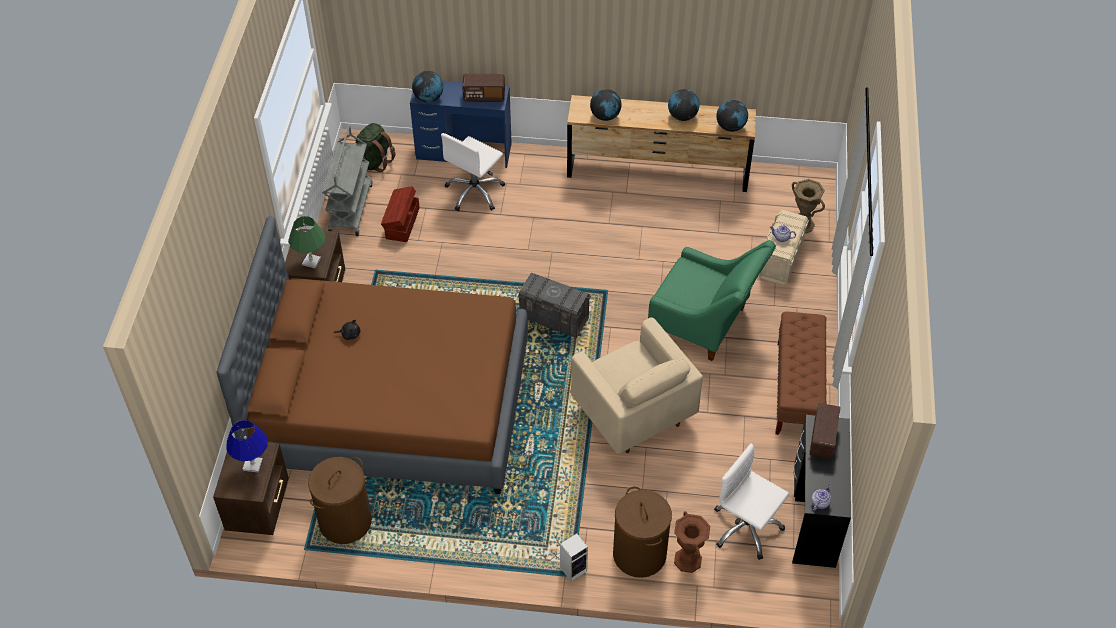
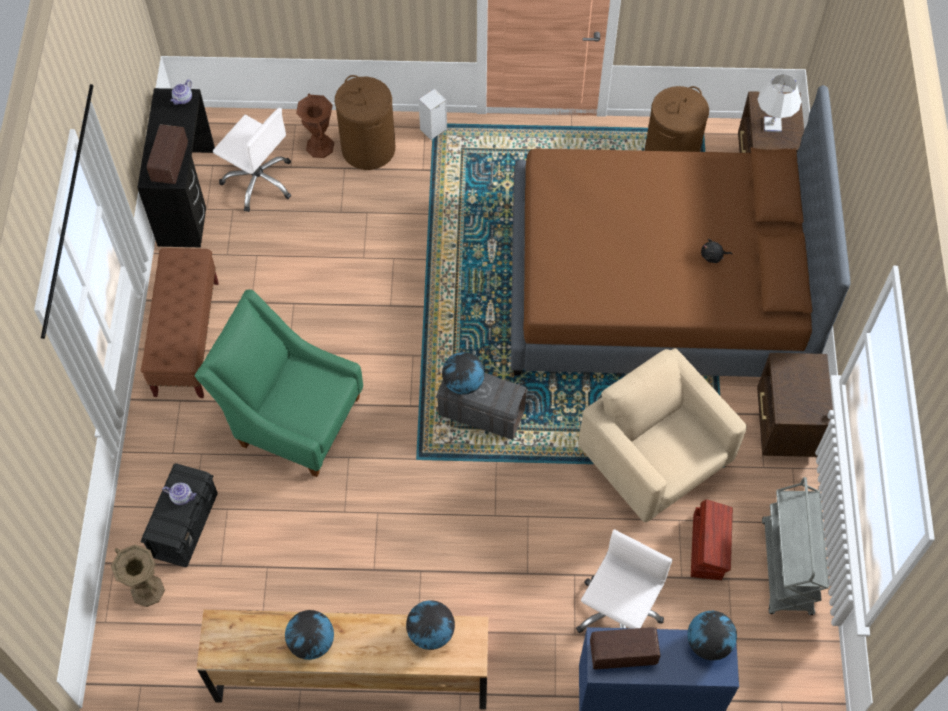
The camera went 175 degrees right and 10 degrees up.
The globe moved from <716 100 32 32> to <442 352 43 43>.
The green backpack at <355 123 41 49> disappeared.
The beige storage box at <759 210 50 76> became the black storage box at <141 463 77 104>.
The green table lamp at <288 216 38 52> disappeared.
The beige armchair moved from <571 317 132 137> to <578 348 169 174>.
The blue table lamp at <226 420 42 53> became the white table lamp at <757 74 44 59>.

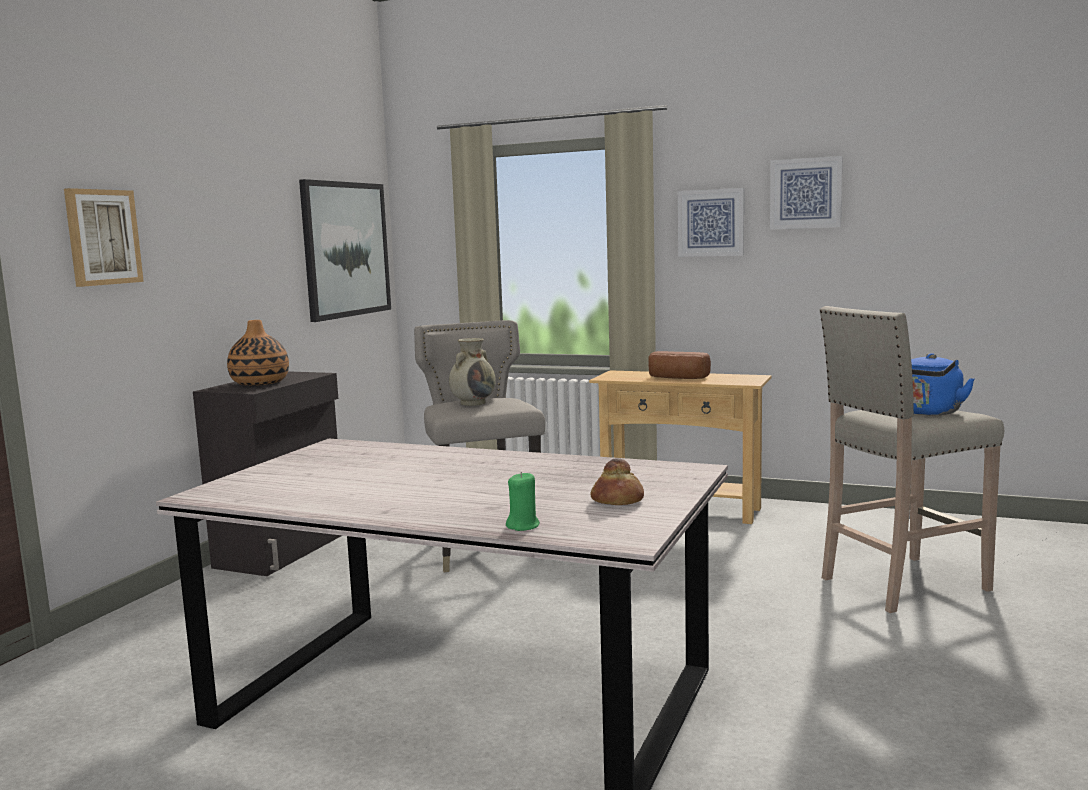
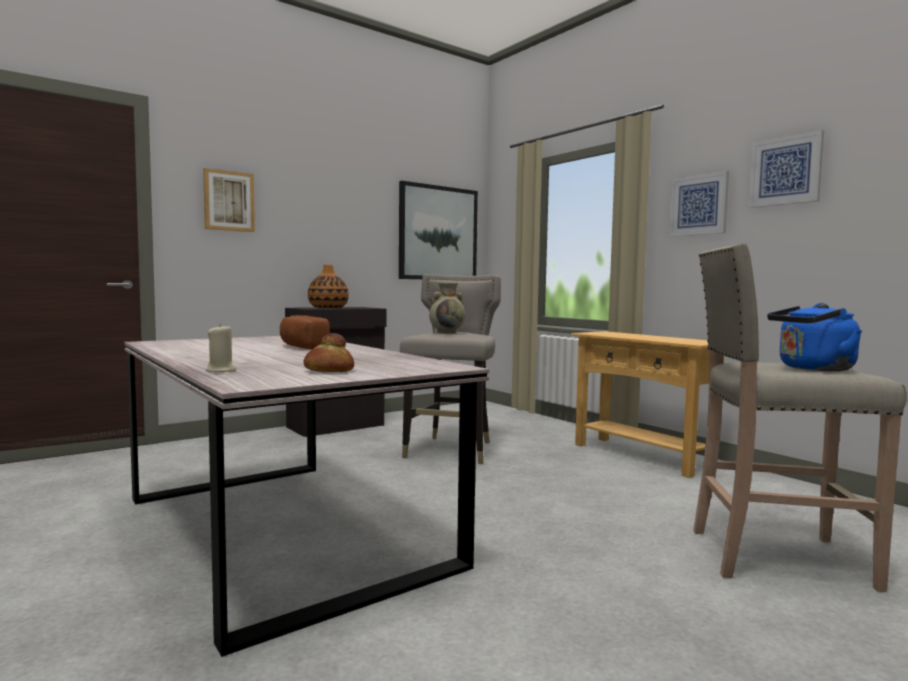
The camera went 30 degrees right and 5 degrees down.
The bread moved from <648 351 63 28> to <280 315 50 34>.
The green candle at <506 472 34 59> became the beige candle at <206 324 31 48>.

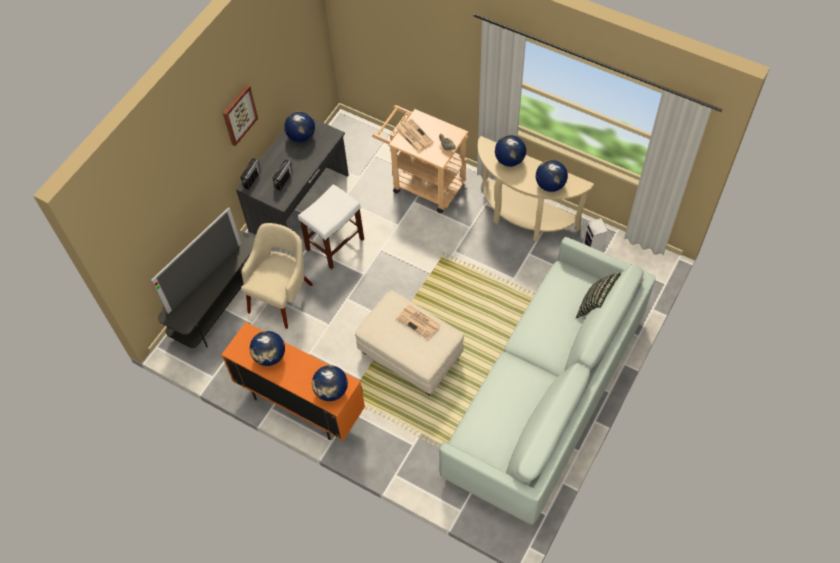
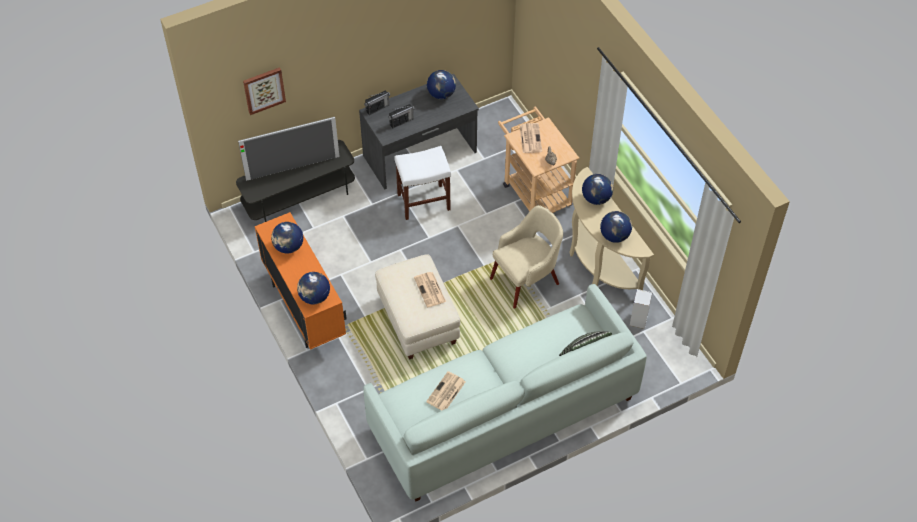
The camera went 30 degrees right and 5 degrees down.
The picture moved from <223 85 35 61> to <243 67 43 48>.
The beige armchair moved from <241 223 72 106> to <490 205 73 104>.
The newspaper at <426 371 40 39> appeared.

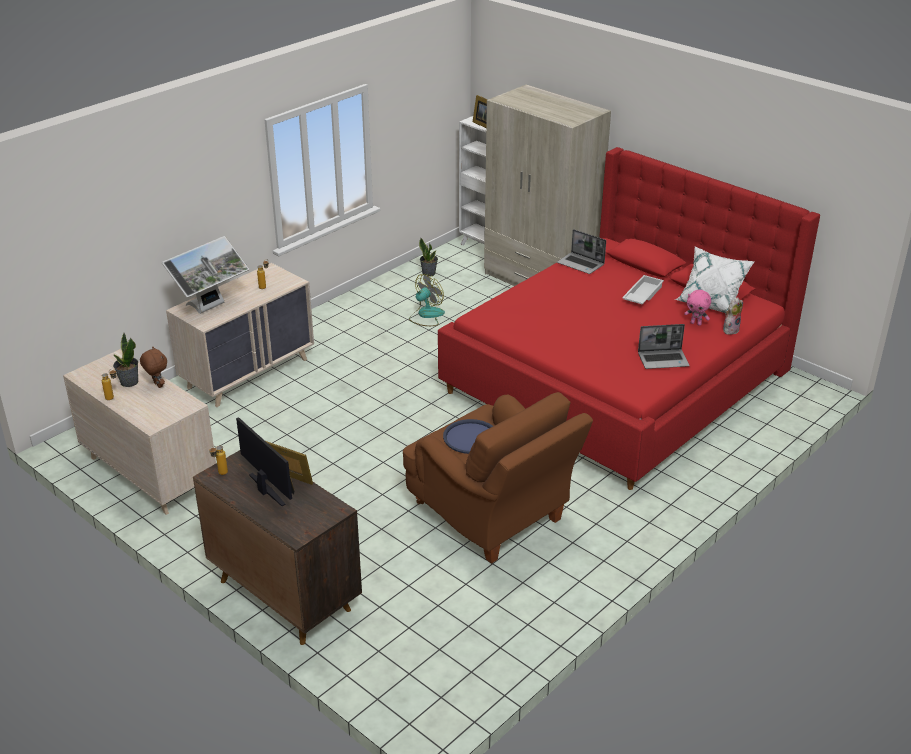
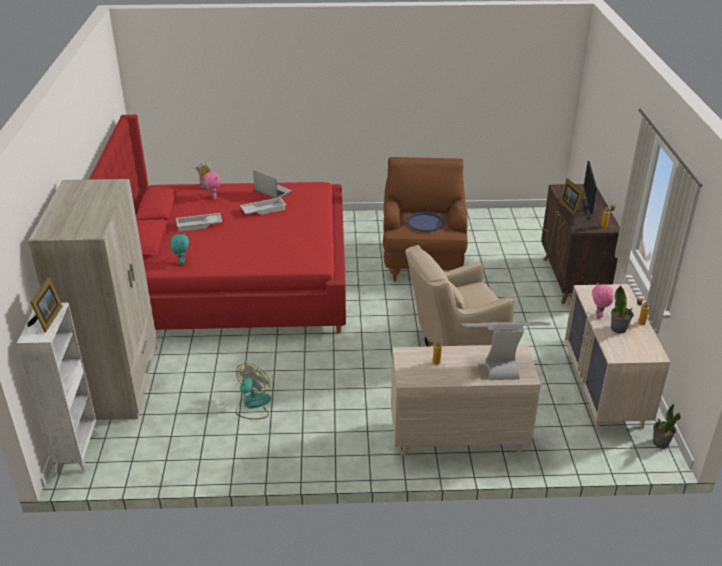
The camera went 135 degrees left and 0 degrees up.
The laptop at <557 229 49 45> was replaced by the turquoise plush toy at <170 233 19 32>.
The potted plant moved from <419 238 19 39> to <653 403 28 46>.
The white pillow at <675 246 80 67> disappeared.
The fan at <409 274 36 52> turned 120 degrees clockwise.
The brown plush toy at <140 347 27 41> became the pink plush toy at <592 283 21 36>.
The white tray at <240 197 46 18> appeared.
The beige armchair at <405 245 109 102> appeared.

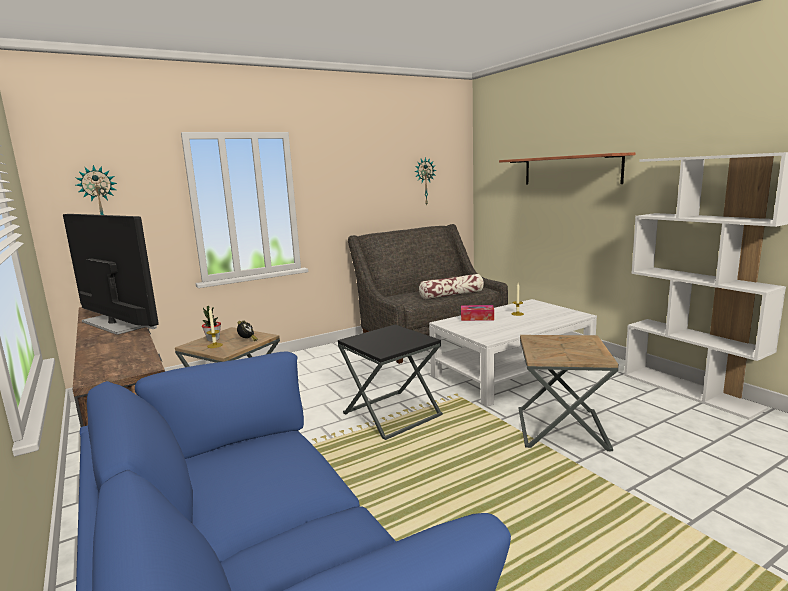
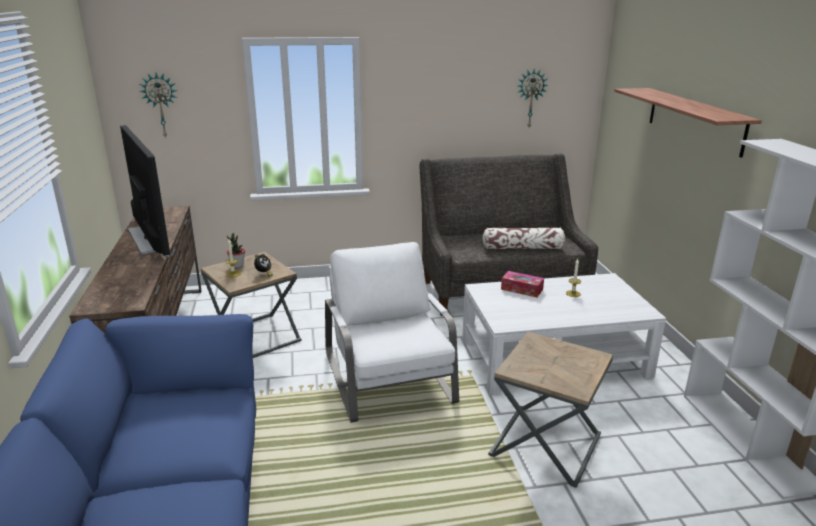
The camera went 20 degrees right and 10 degrees up.
The black side table at <338 325 105 115> was replaced by the white armchair at <325 242 134 181>.

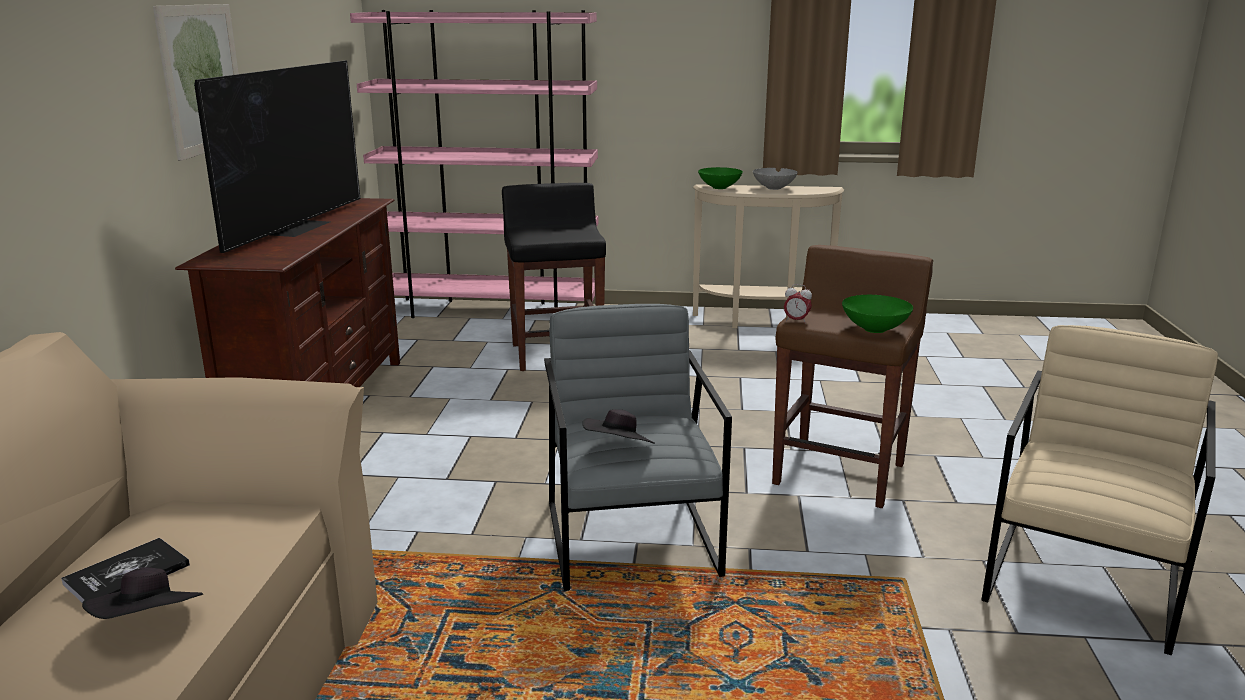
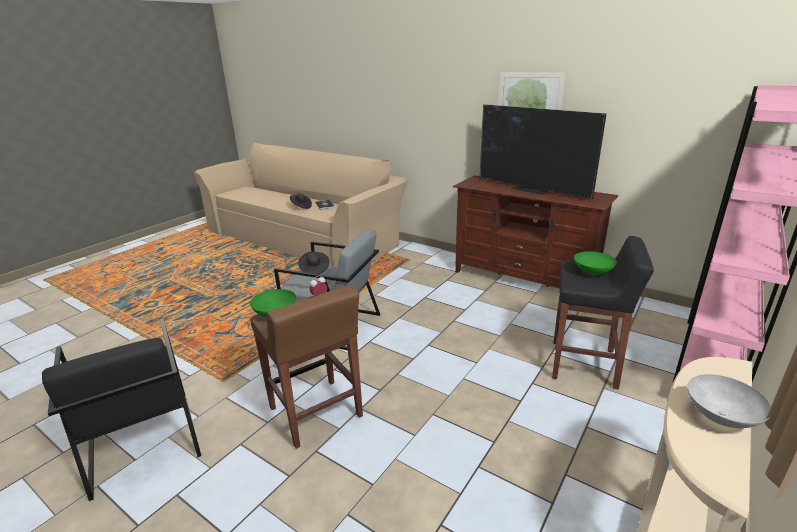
The camera went 120 degrees right and 5 degrees up.
The green bowl moved from <698 167 45 22> to <574 251 43 25>.
The beige armchair at <981 325 237 331> became the black armchair at <42 319 159 182>.

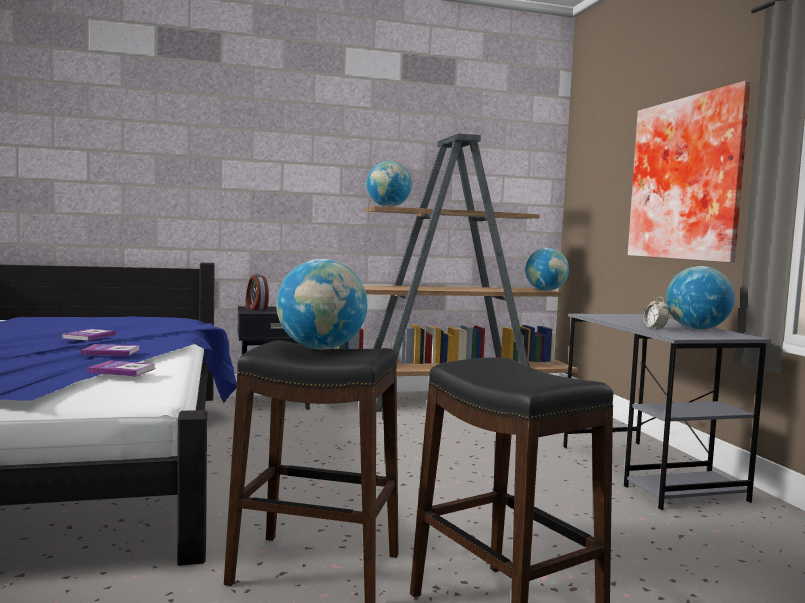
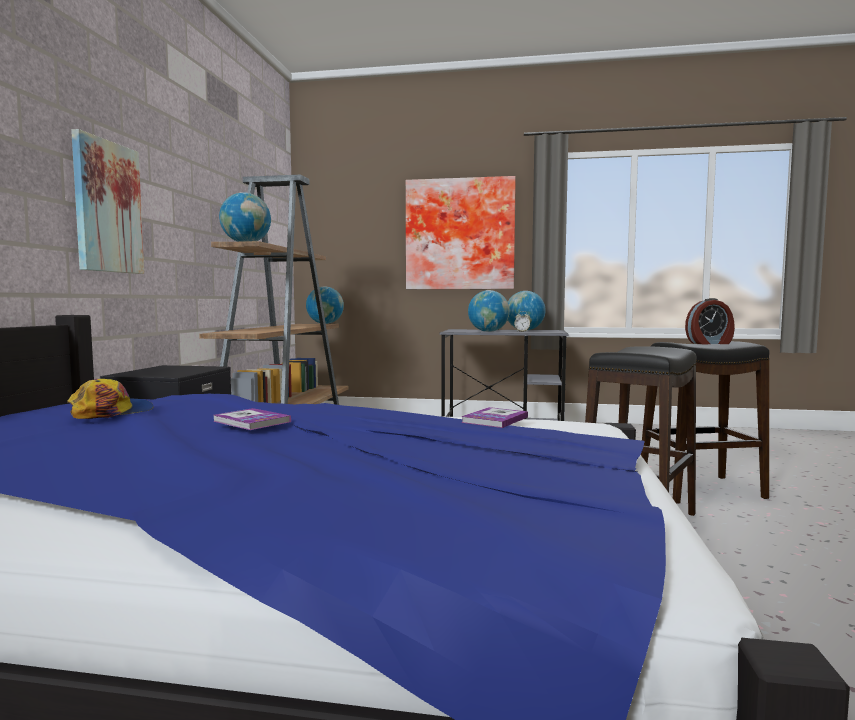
The camera went 65 degrees left and 0 degrees up.
The globe moved from <276 259 91 91> to <468 290 42 42>.
The alarm clock moved from <245 274 24 36> to <685 298 50 46>.
The book at <81 344 59 12> disappeared.
The picture at <71 129 73 145> appeared.
The cap at <67 379 87 40> appeared.

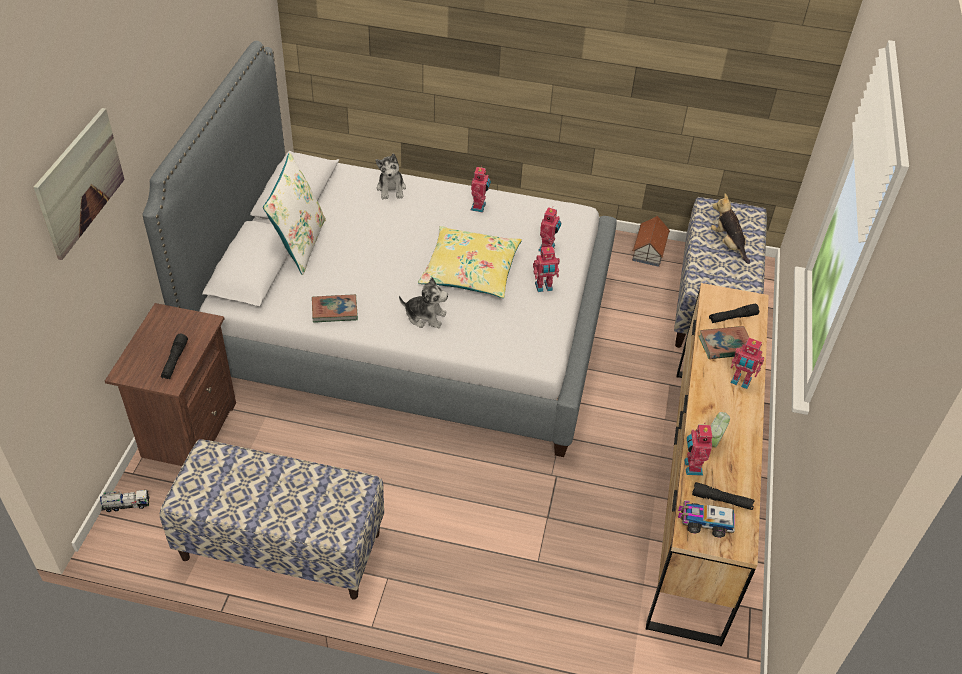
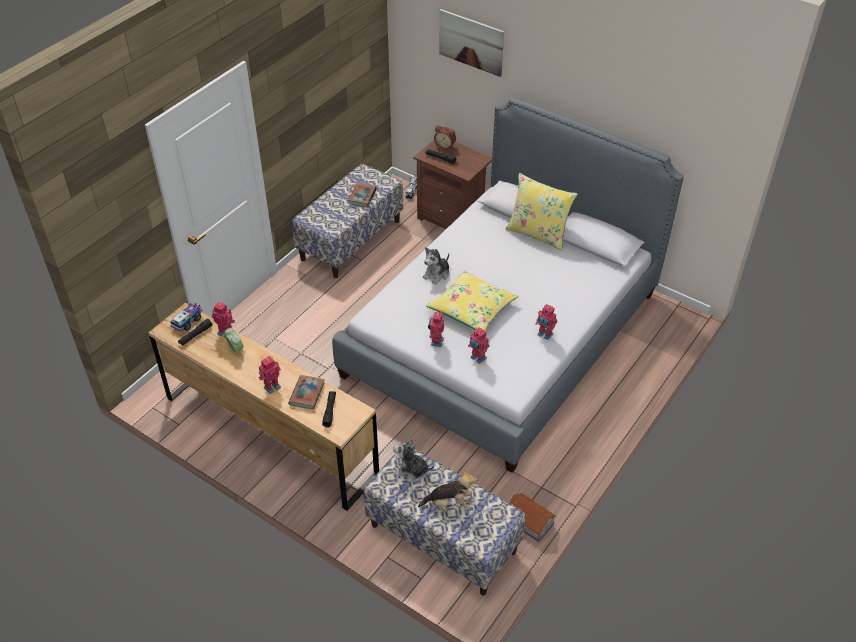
The camera went 115 degrees right and 0 degrees up.
The white pillow at <263 153 63 122> became the yellow pillow at <505 173 73 78>.
The plush toy moved from <375 153 31 46> to <393 437 41 45>.
The book moved from <312 294 46 29> to <348 183 29 24>.
The alarm clock at <434 125 22 24> appeared.

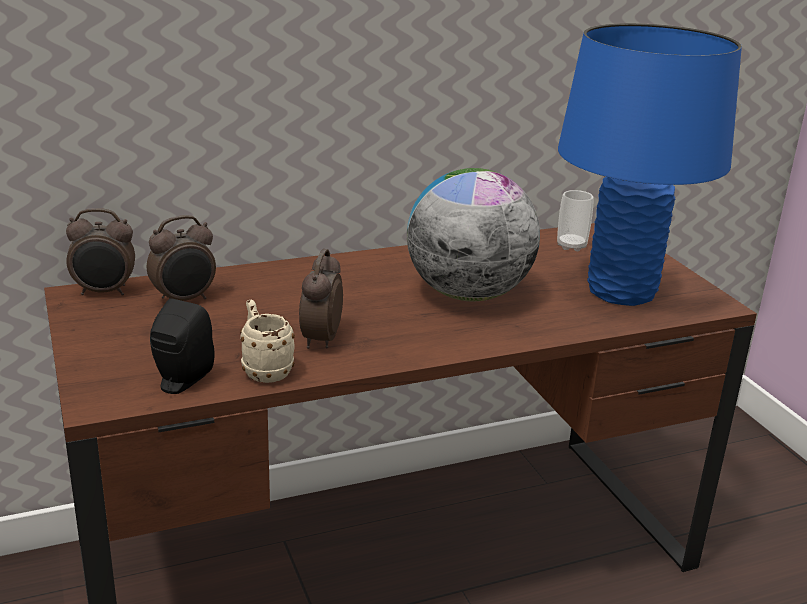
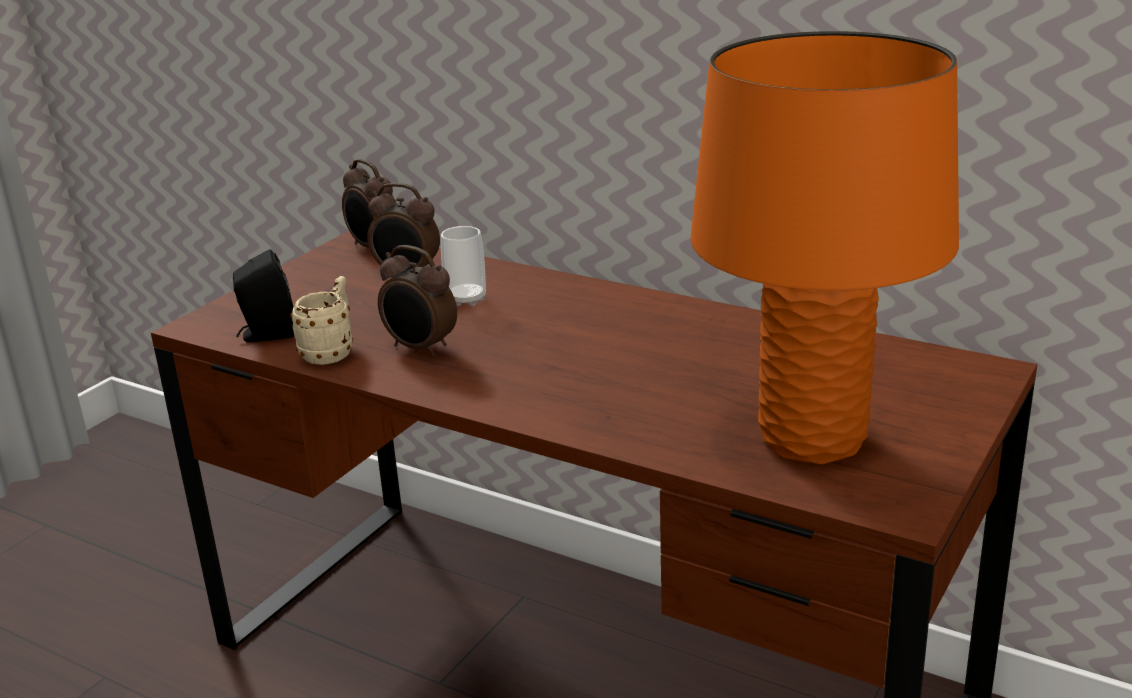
The camera went 55 degrees right and 0 degrees up.
The blue table lamp at <558 23 184 283> became the orange table lamp at <690 31 269 433>.
The globe at <407 168 133 134> disappeared.
The cup moved from <557 190 37 61> to <441 226 45 80>.
The alarm clock at <299 249 44 100> turned 120 degrees counterclockwise.

